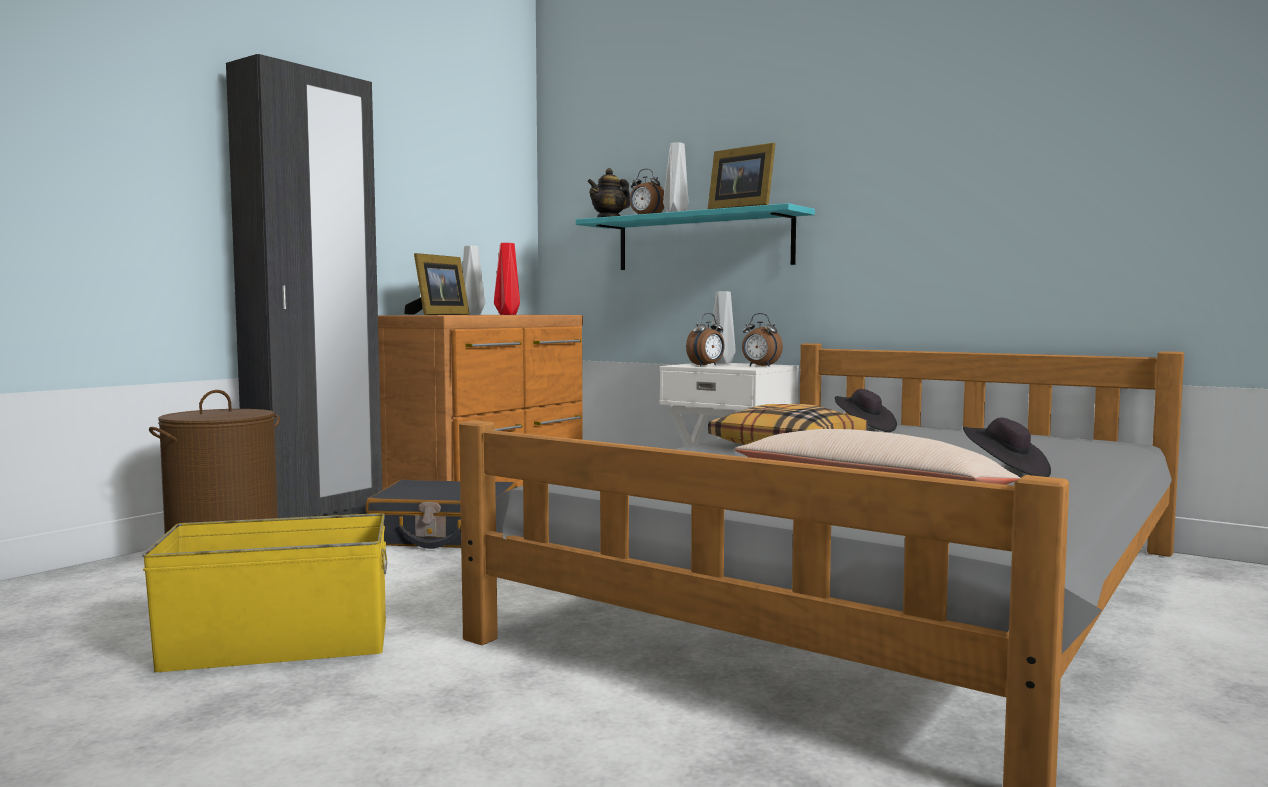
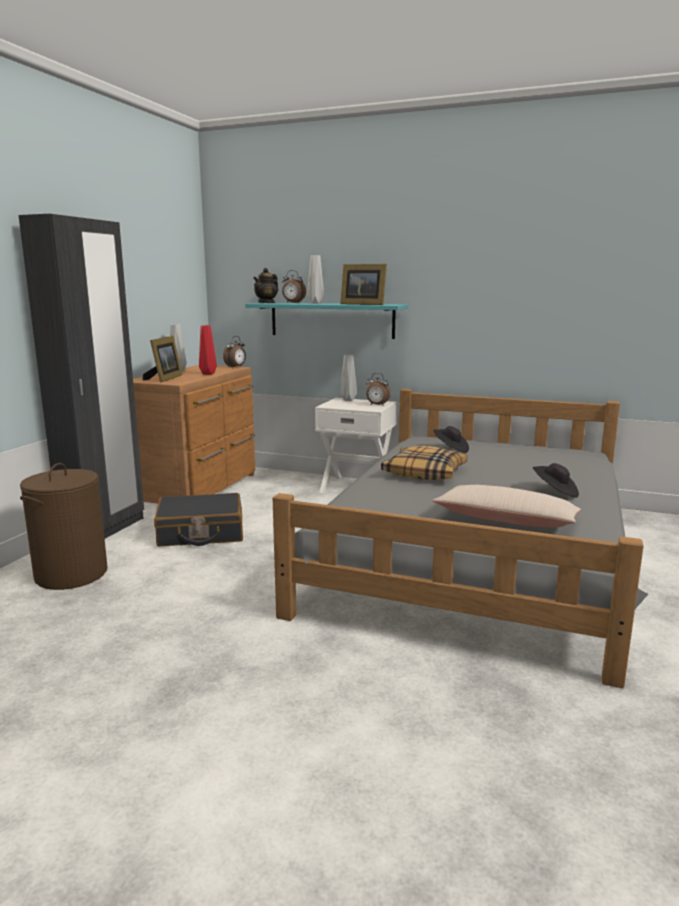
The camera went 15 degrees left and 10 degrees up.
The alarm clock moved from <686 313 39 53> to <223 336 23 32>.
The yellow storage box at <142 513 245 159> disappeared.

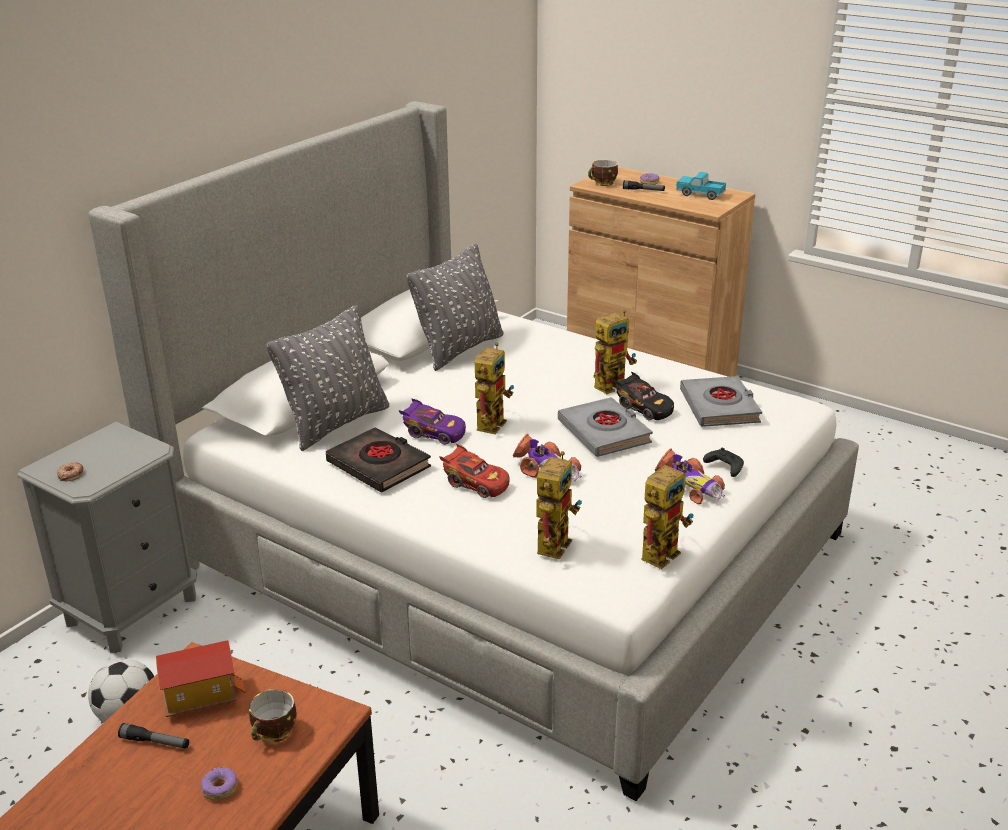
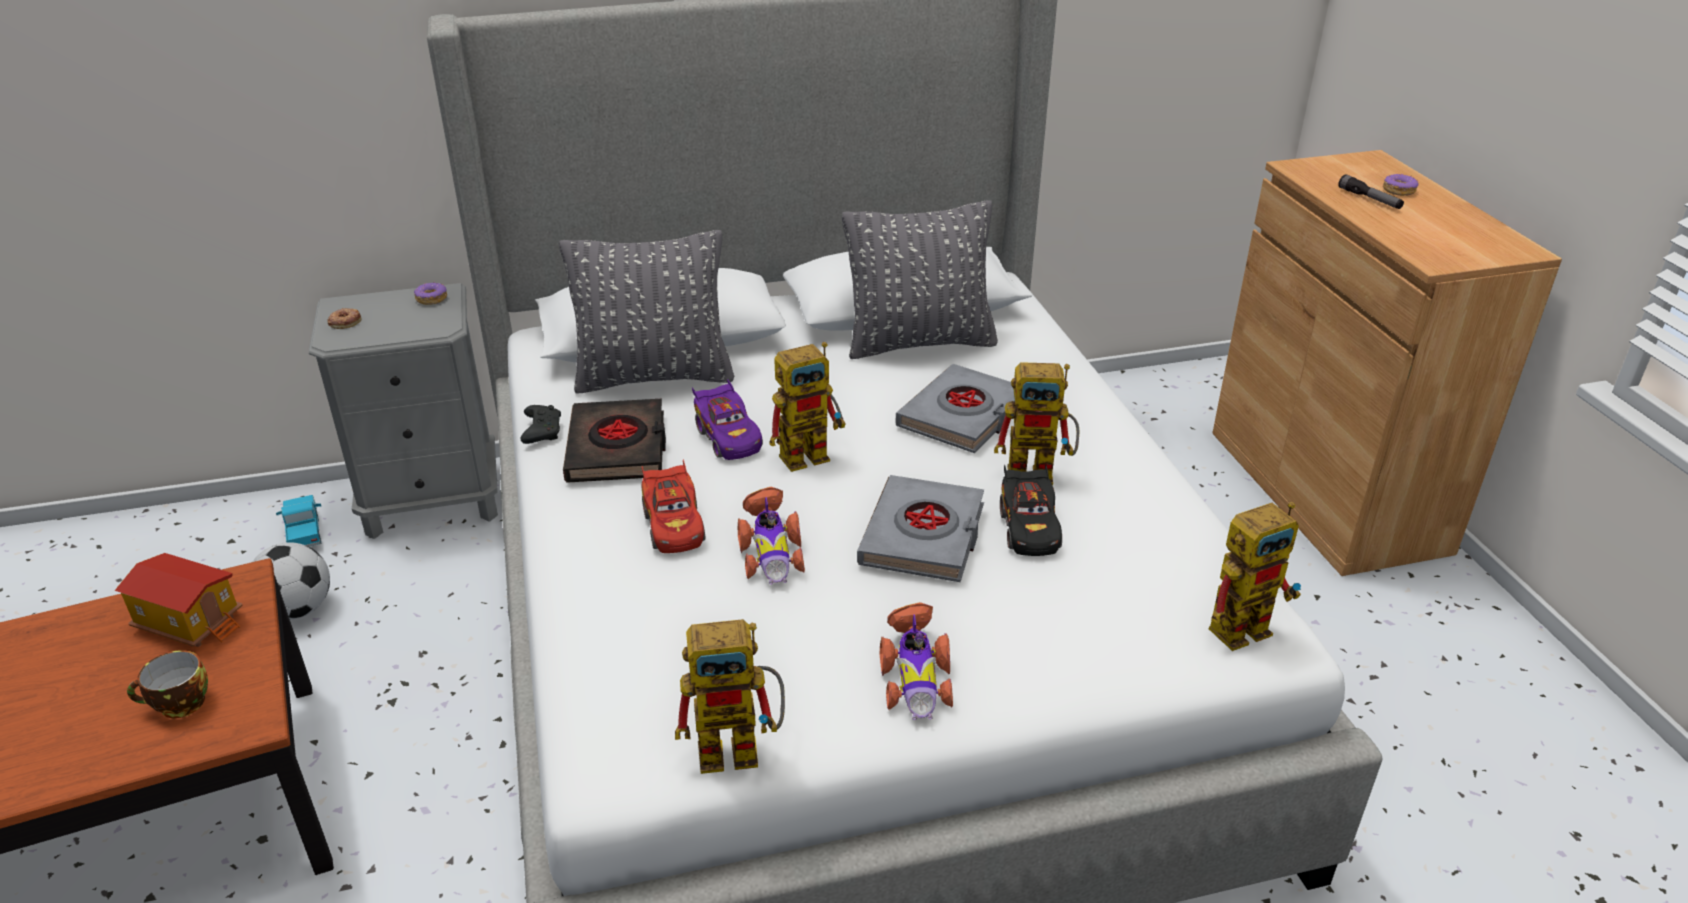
The camera went 40 degrees right and 5 degrees up.
The cup at <588 160 30 26> disappeared.
The toy truck moved from <676 172 50 28> to <276 495 45 52>.
The grey book moved from <680 376 82 51> to <896 364 119 89>.
The black game controller moved from <703 448 41 29> to <521 405 40 39>.
The toy robot moved from <537 451 45 109> to <1209 502 92 149>.
The flashlight at <118 723 71 26> disappeared.
The donut moved from <201 766 37 35> to <414 282 33 23>.

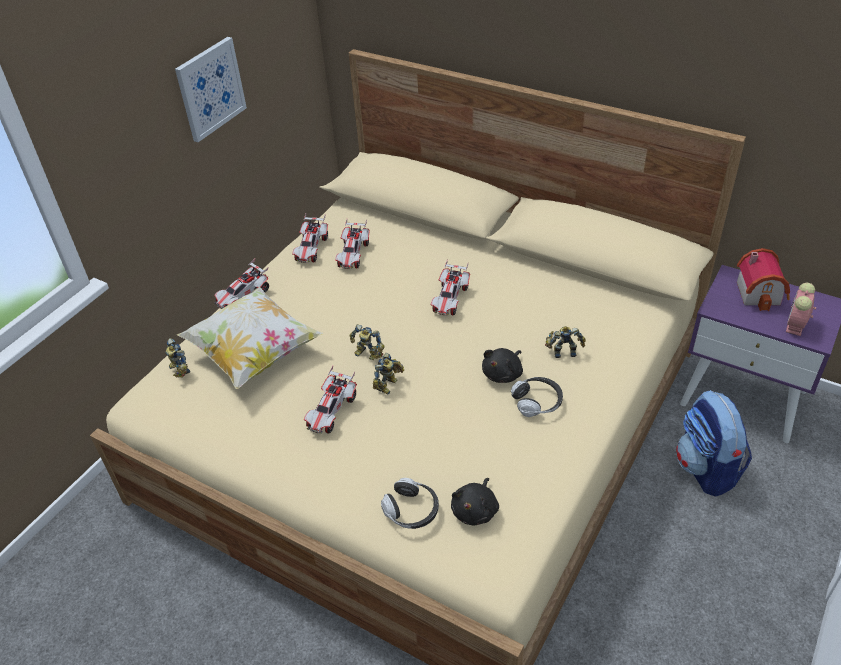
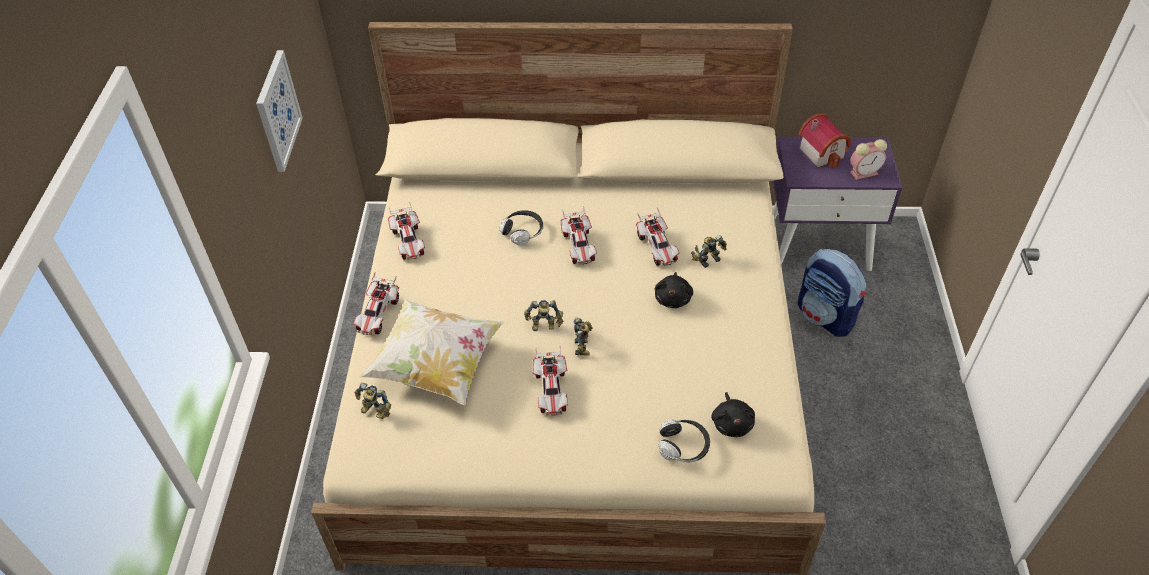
The camera went 30 degrees left and 5 degrees up.
The toy car moved from <335 219 35 50> to <636 208 44 58>.
The alarm clock at <786 283 30 53> turned 105 degrees counterclockwise.
The headphones moved from <511 377 52 40> to <499 210 44 36>.

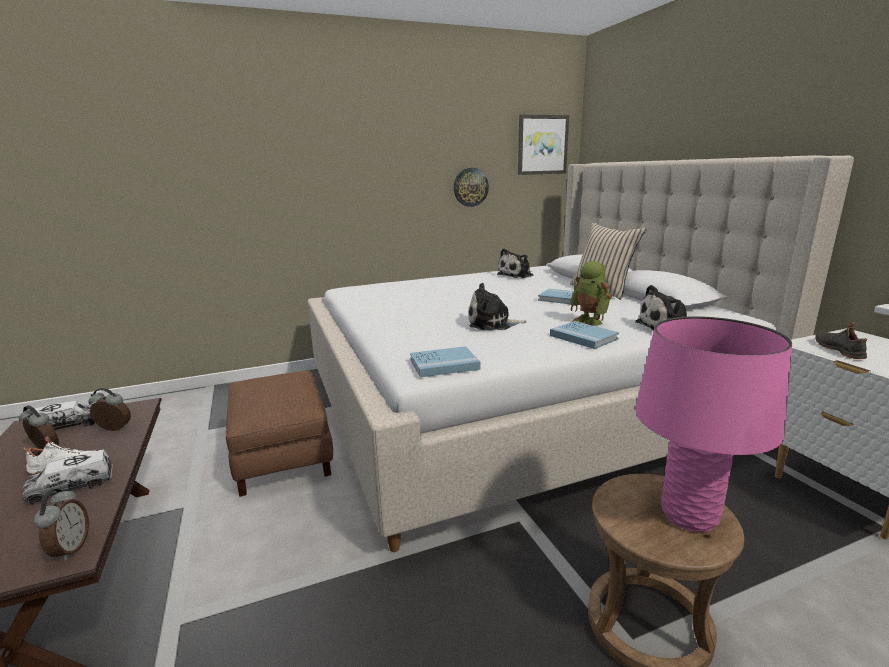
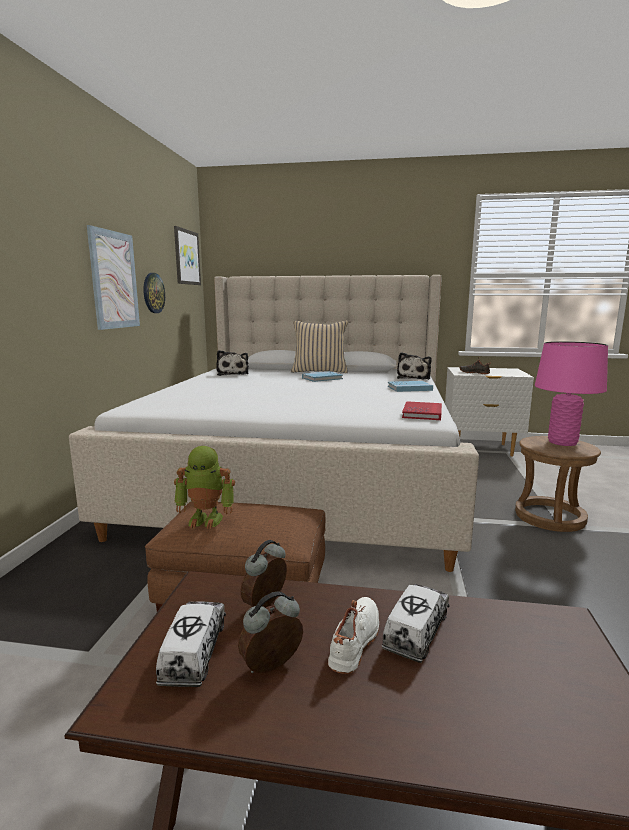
The camera went 60 degrees left and 5 degrees down.
The toy robot moved from <570 261 42 65> to <174 446 61 83>.
The plush toy at <468 283 59 47> disappeared.
The blue book at <410 346 70 31> became the red book at <402 401 40 19>.
The toy truck at <22 450 91 55> turned 150 degrees counterclockwise.
The alarm clock at <33 489 56 72> disappeared.
The picture at <87 225 53 105> appeared.

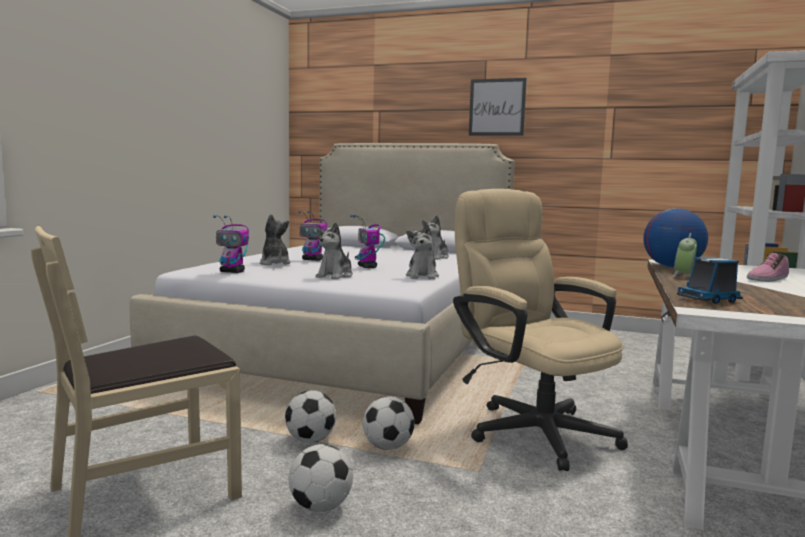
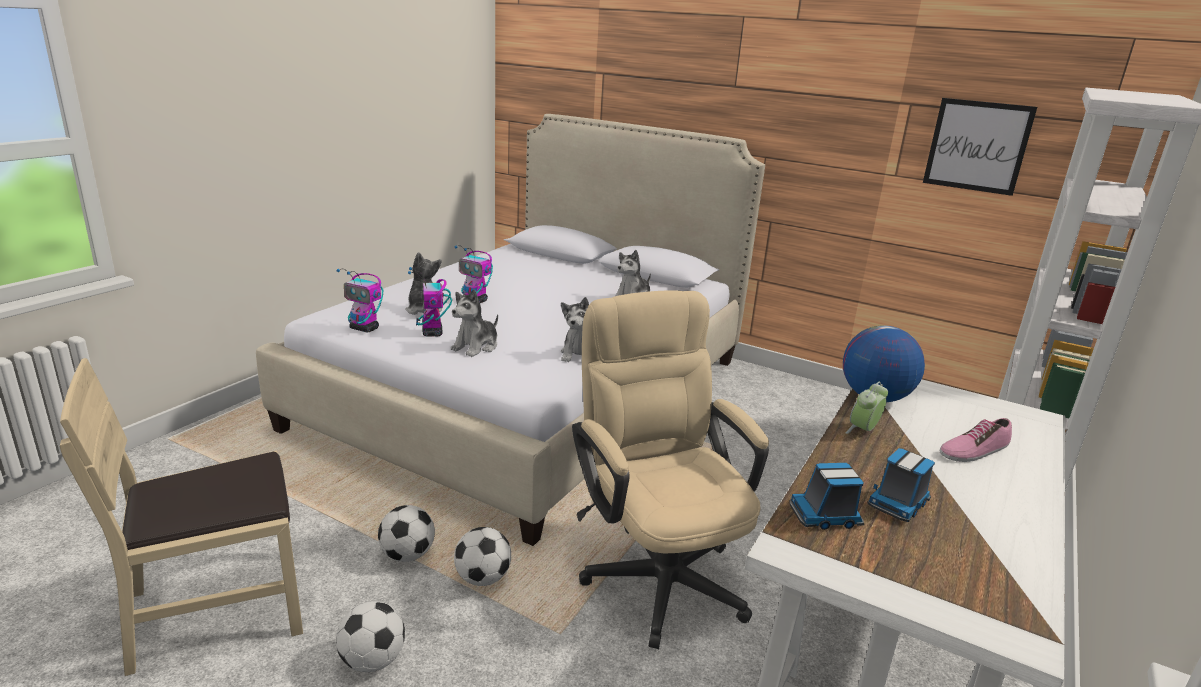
The camera went 10 degrees right and 15 degrees up.
The picture moved from <469 78 58 58> to <923 98 114 98>.
The toy robot moved from <350 215 35 53> to <408 267 44 70>.
The toy truck at <867 448 68 74> appeared.

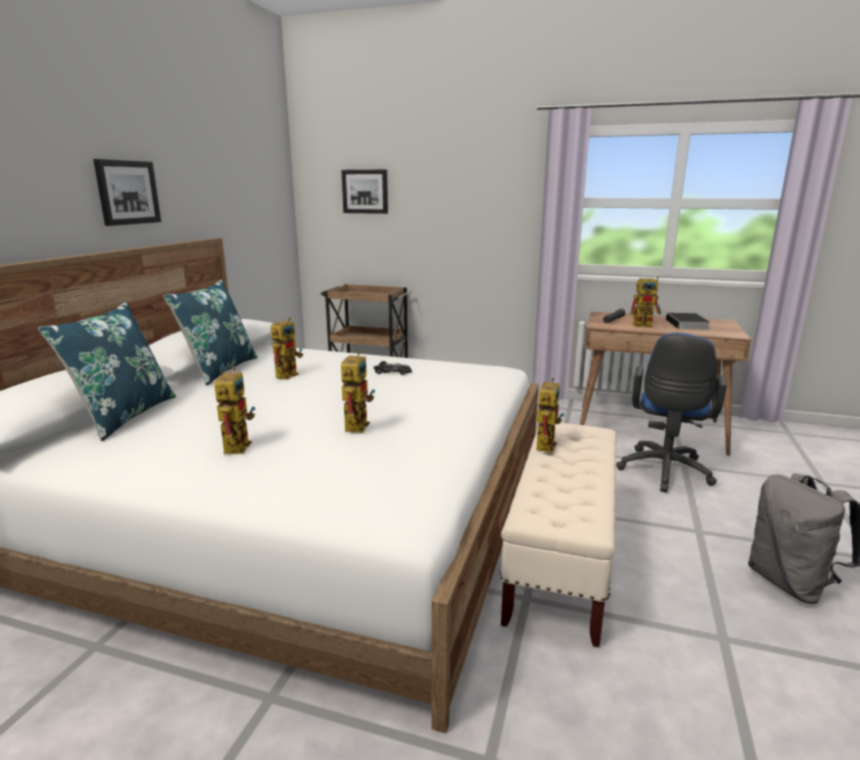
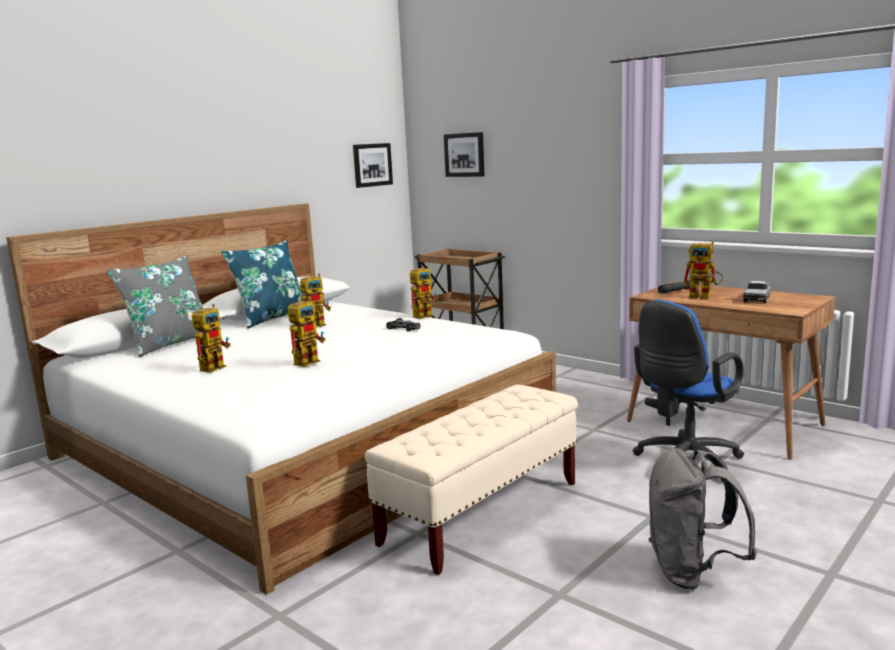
The camera went 25 degrees right and 5 degrees down.
The picture moved from <93 159 68 67> to <353 143 40 45>.
The blue pillow at <38 302 138 139> became the grey pillow at <106 255 97 102>.
The book at <666 313 44 18> was replaced by the toy truck at <743 281 27 22>.
The toy robot moved from <533 378 32 75> to <410 265 28 54>.

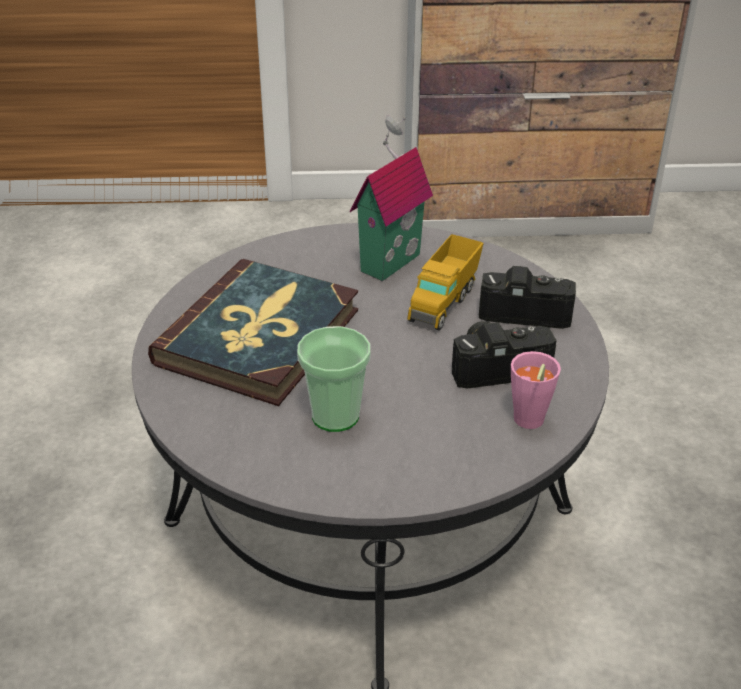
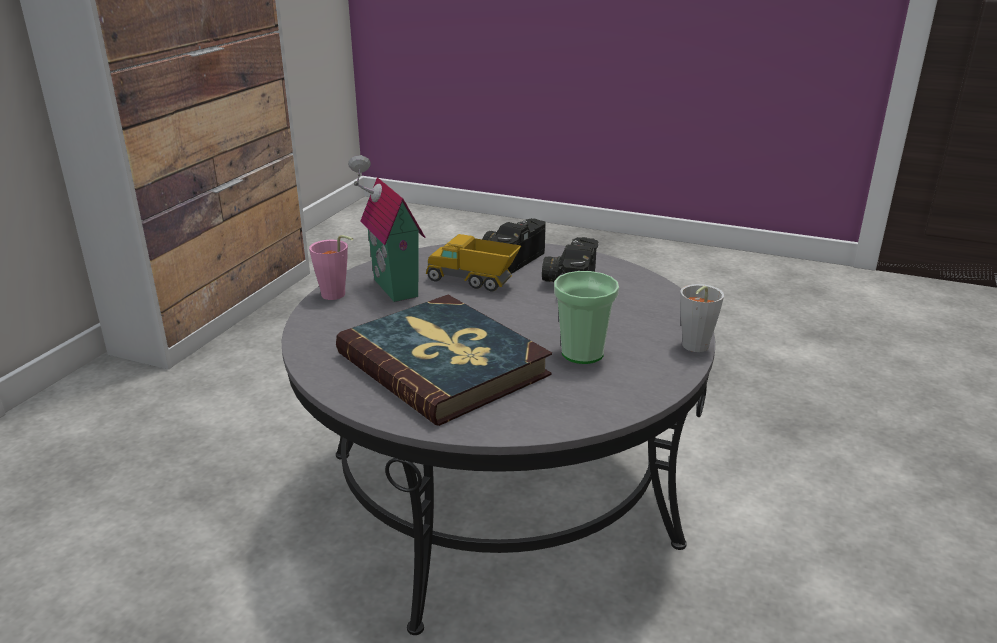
The camera went 65 degrees left and 10 degrees down.
The toy truck at <407 234 77 96> turned 150 degrees clockwise.
The pink cup moved from <511 351 50 78> to <309 235 44 65>.
The grey cup at <680 284 44 68> appeared.

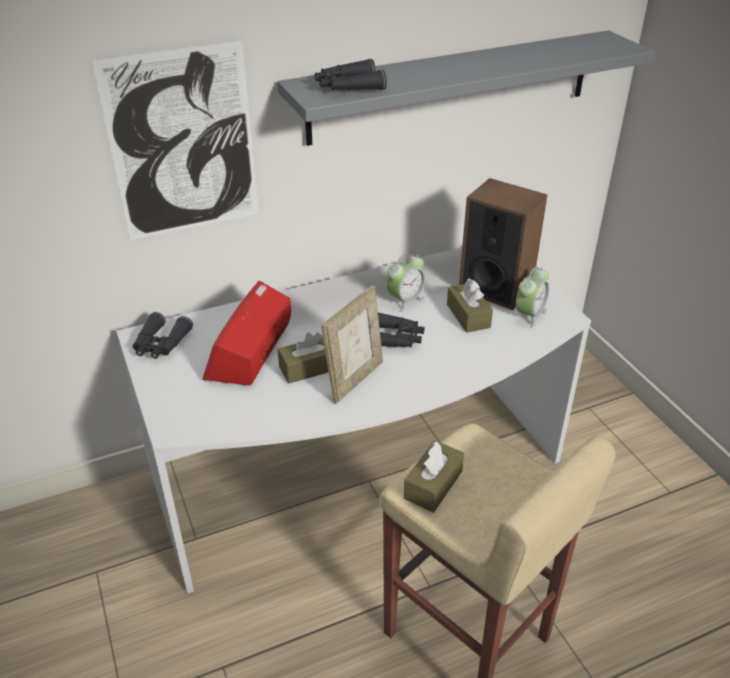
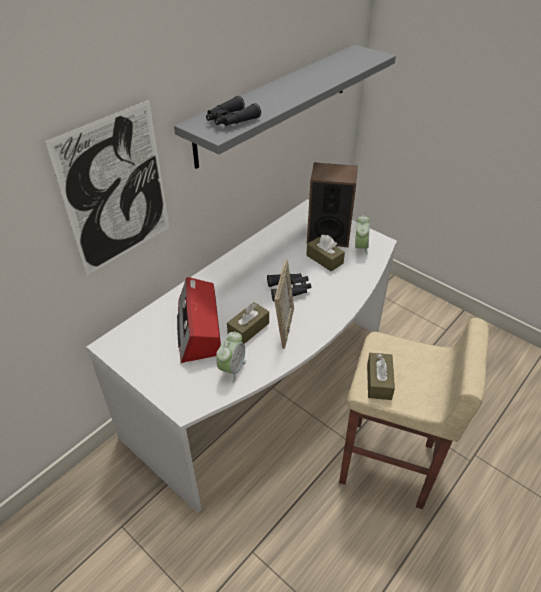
The camera went 25 degrees left and 5 degrees up.
The alarm clock moved from <387 253 38 59> to <216 331 31 52>.
The black binoculars at <132 312 61 47> disappeared.

